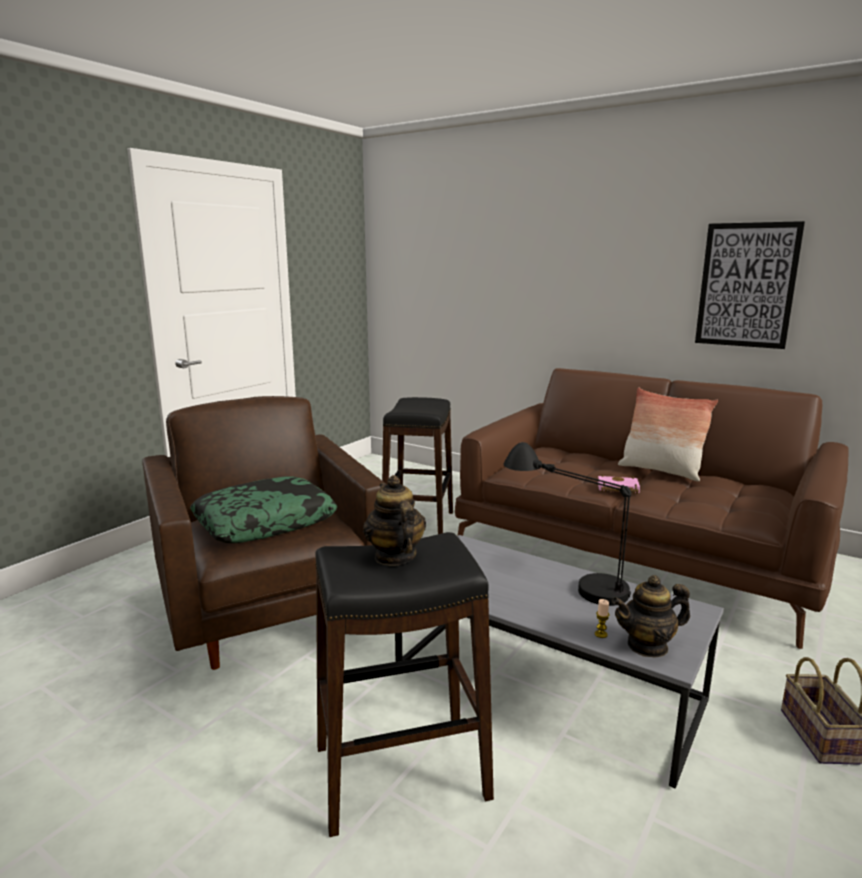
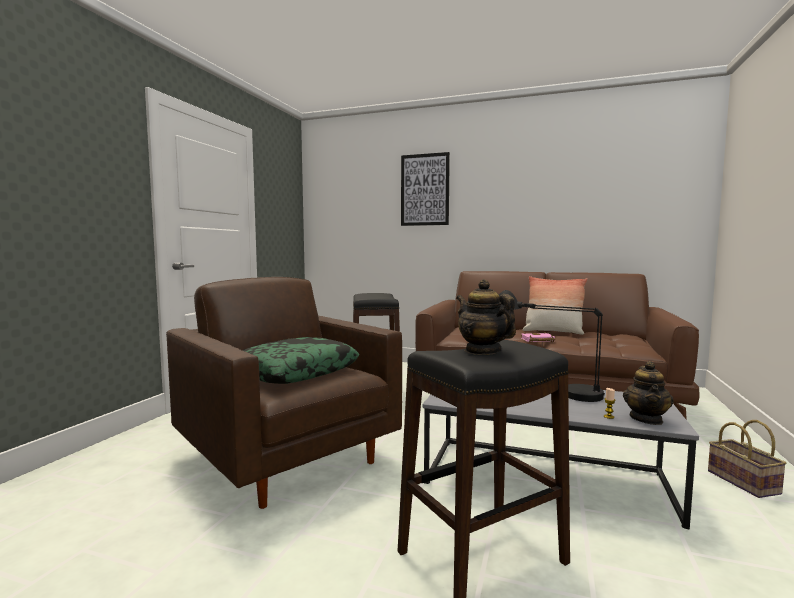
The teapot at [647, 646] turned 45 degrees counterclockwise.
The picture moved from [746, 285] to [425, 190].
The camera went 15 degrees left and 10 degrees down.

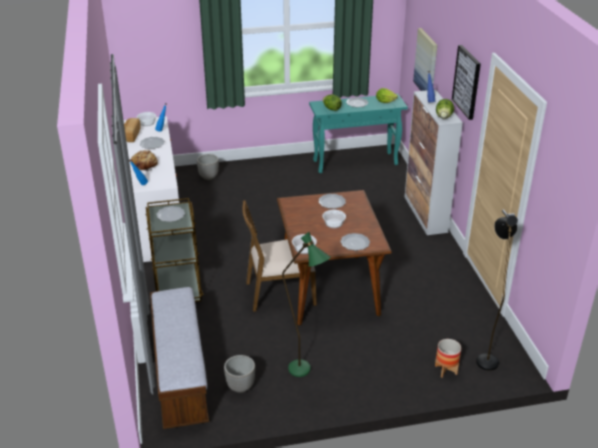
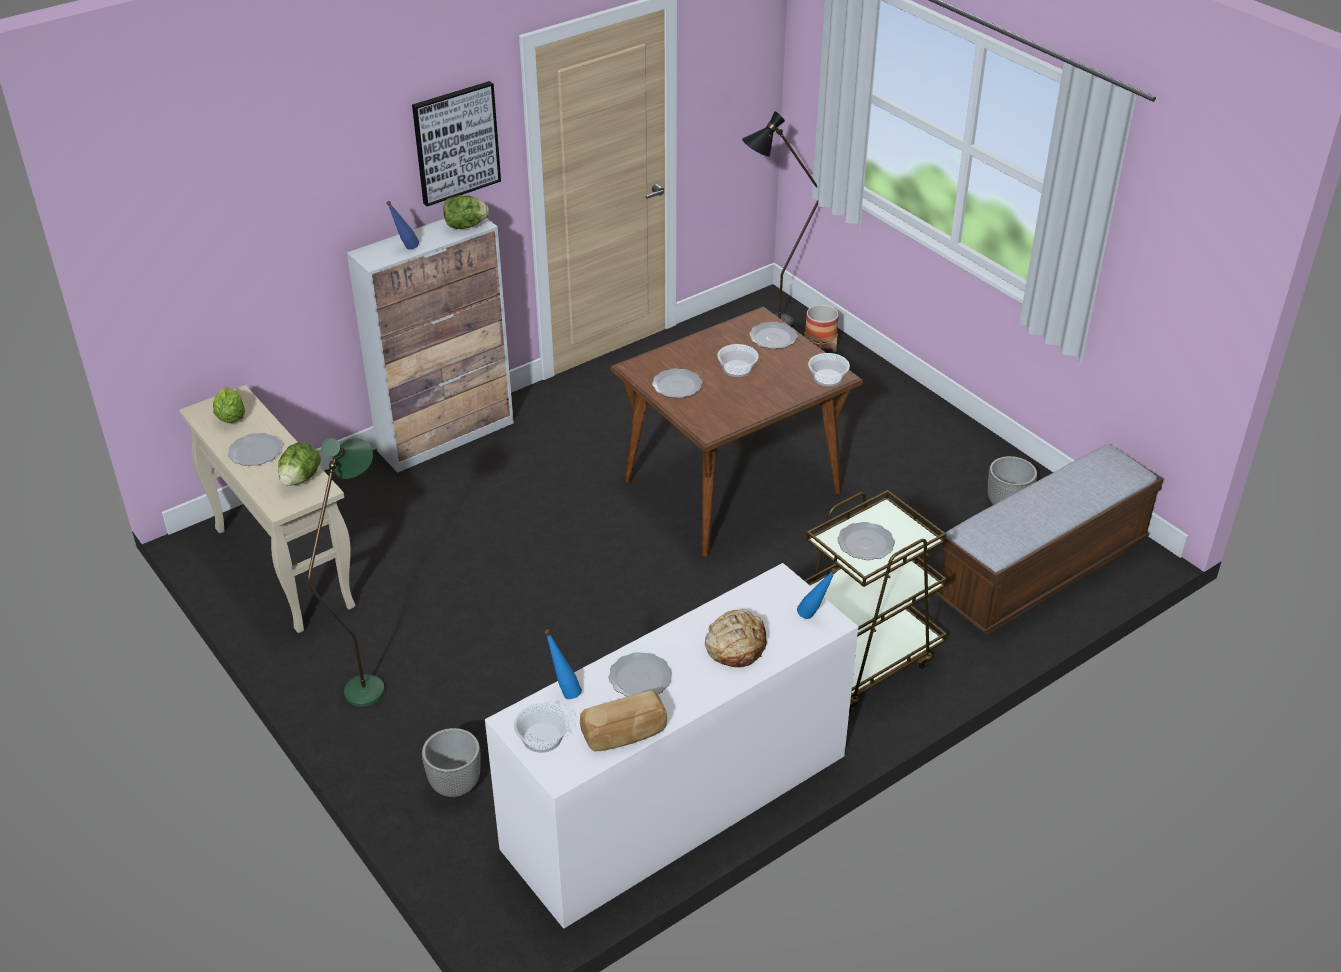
The chair in brown at [279, 292] disappeared.
The floor lamp in green moved from [305, 373] to [372, 681].
The console table in turquoise at [356, 162] became the console table in beige at [282, 567].
The picture at [426, 63] disappeared.
The camera went 115 degrees left and 5 degrees up.

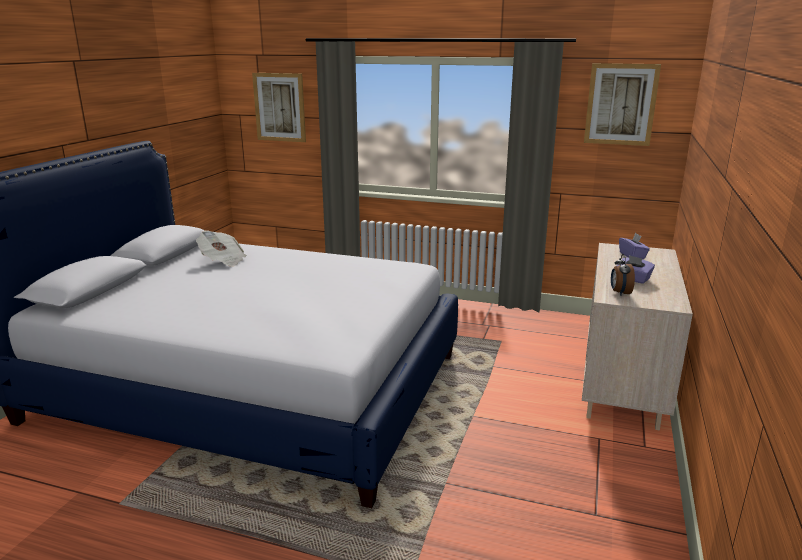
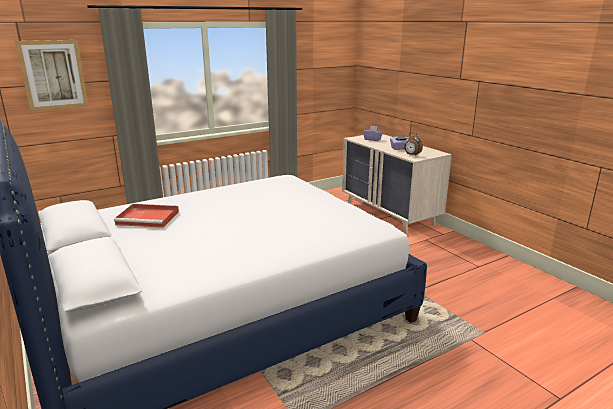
The newspaper at [223, 260] was replaced by the tray in red at [149, 218].
The picture at [621, 104] disappeared.
The camera went 50 degrees left and 0 degrees up.

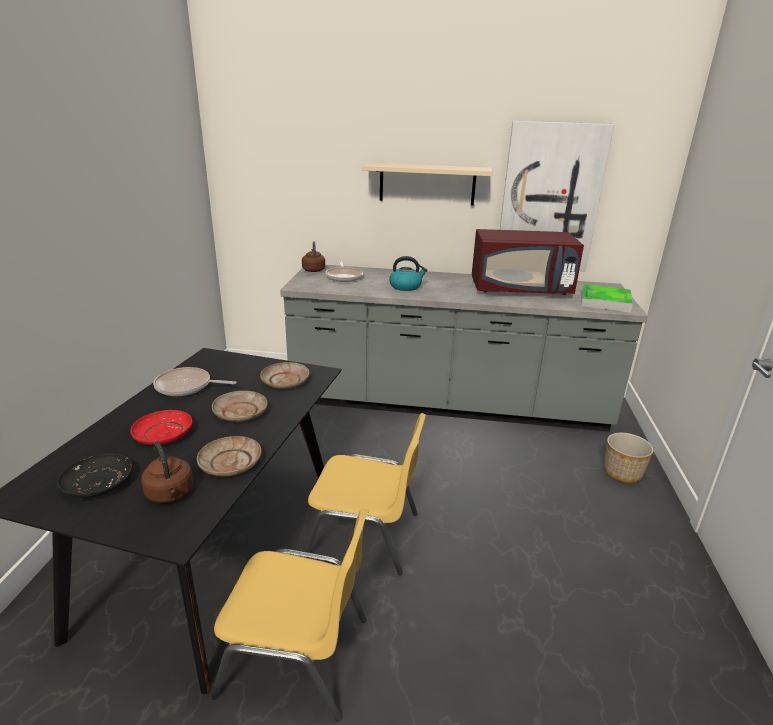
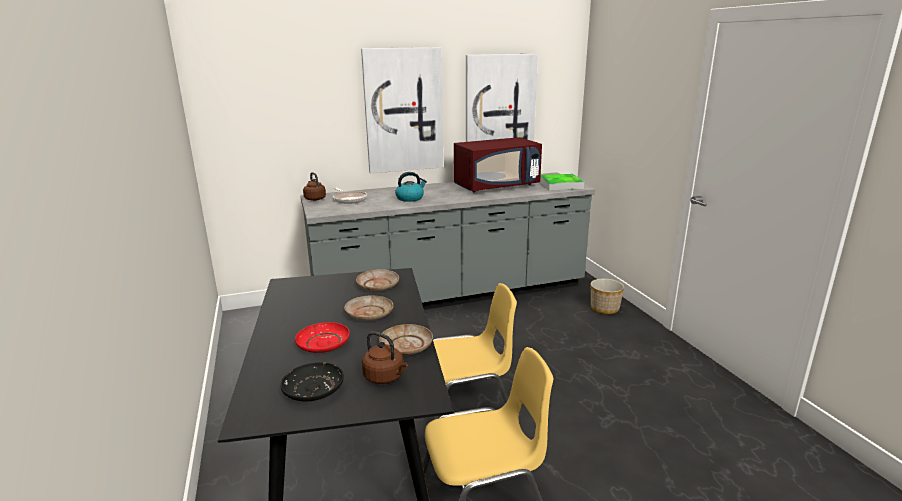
The frying pan at [186, 386] disappeared.
The shelf in beige at [427, 184] was replaced by the picture at [403, 110].
The camera went 25 degrees left and 5 degrees down.

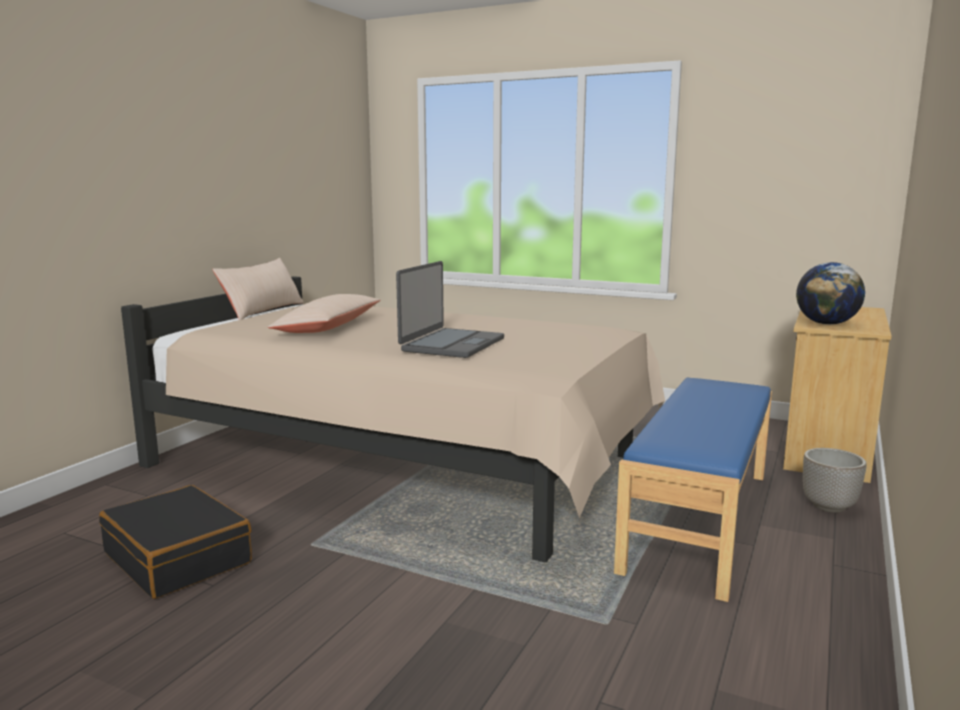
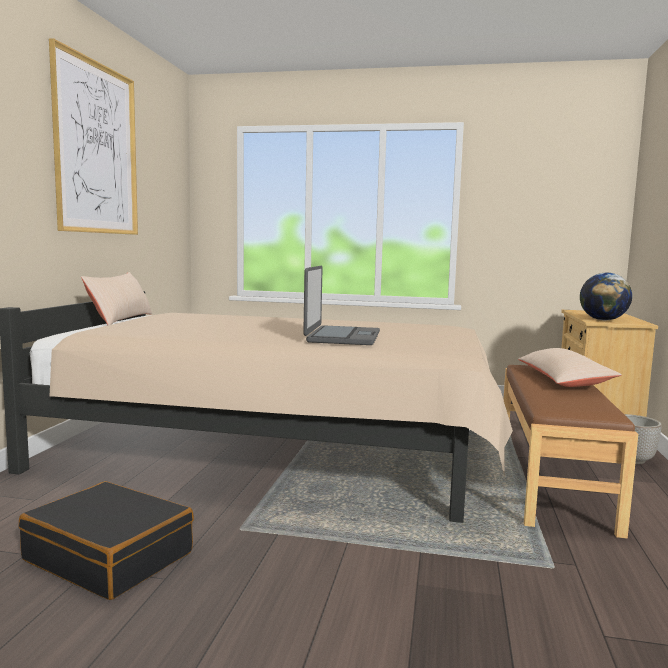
The pillow in beige moved from [328, 327] to [563, 380].
The bench in blue at [697, 519] became the bench in brown at [549, 477].
The picture at [96, 149] appeared.
The camera went 15 degrees left and 5 degrees down.

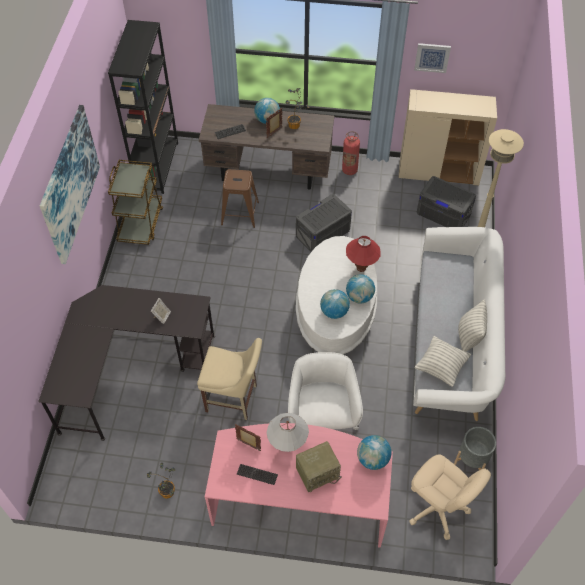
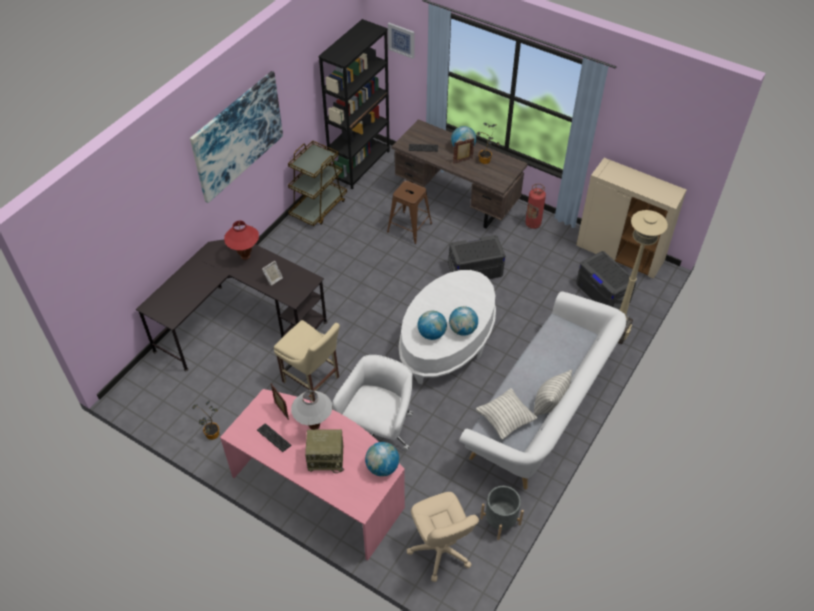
The table lamp in red moved from [361, 268] to [245, 256].
The picture moved from [432, 57] to [401, 40].
The camera went 25 degrees right and 5 degrees down.

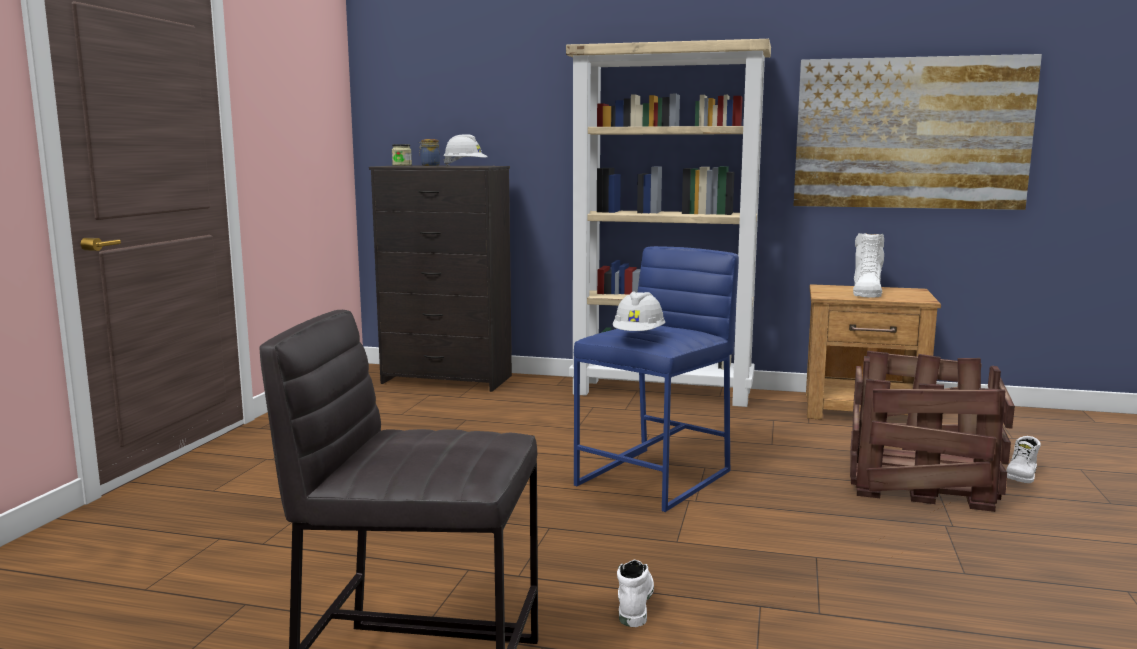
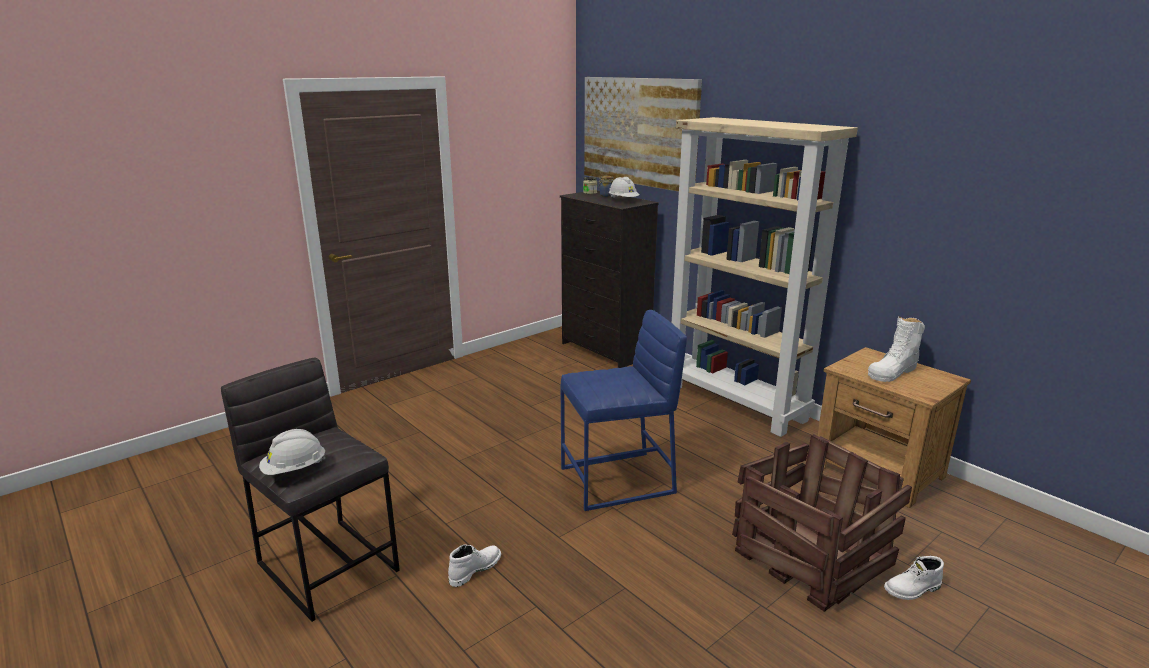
The hard hat in white moved from [638, 336] to [294, 470].
The picture moved from [910, 133] to [639, 132].
The camera went 35 degrees right and 10 degrees up.

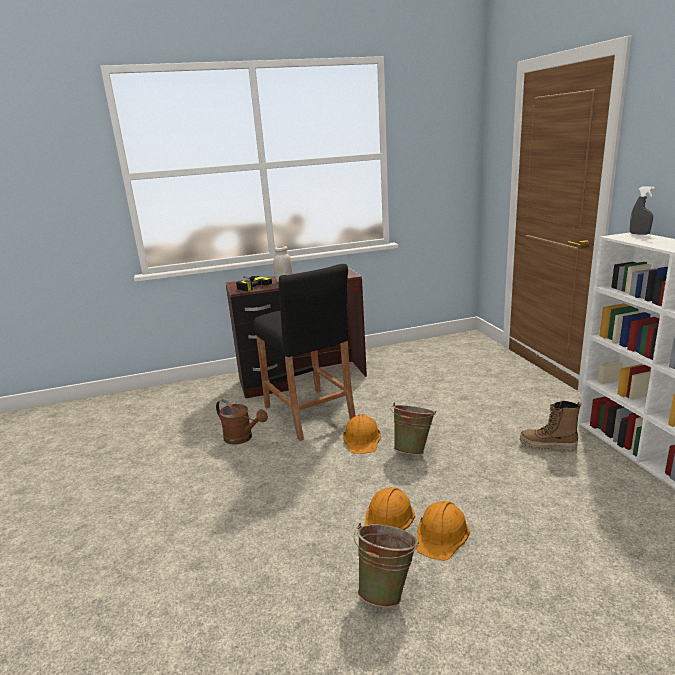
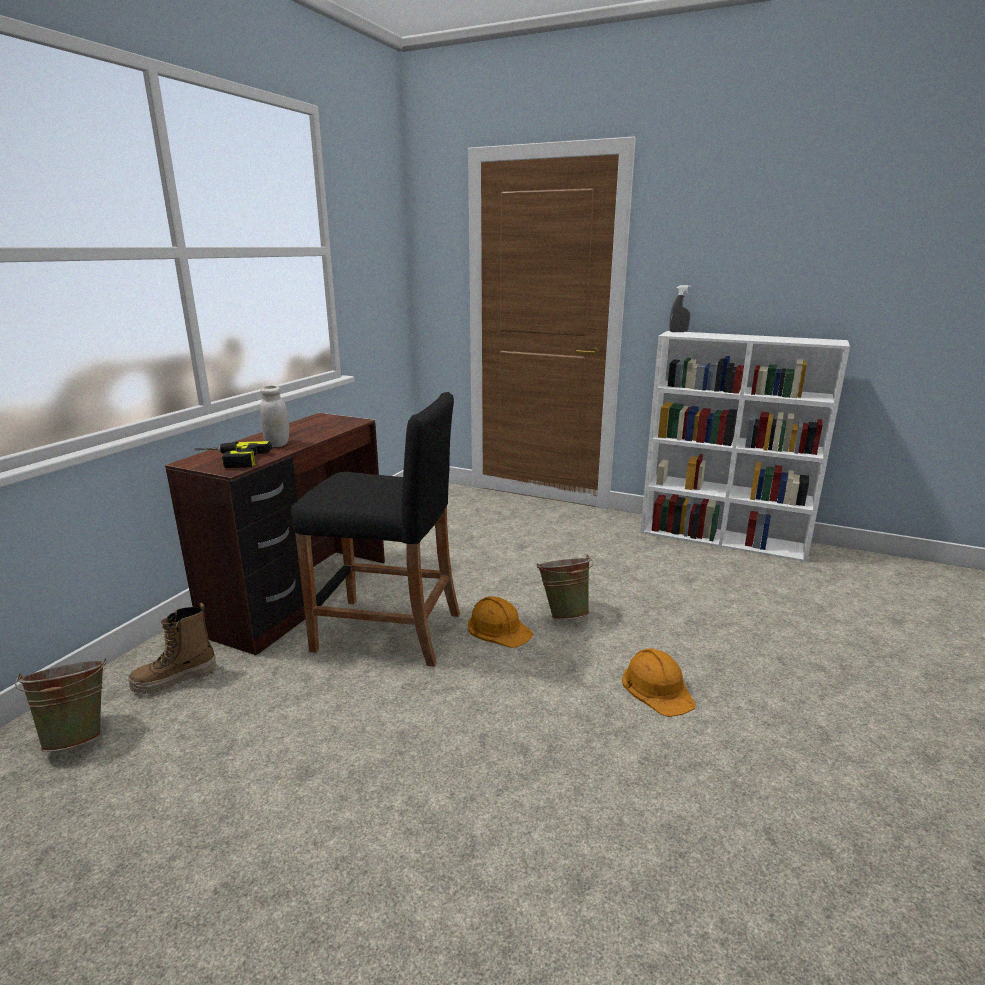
The watering can in brown at [242, 438] disappeared.
The bucket in green moved from [387, 590] to [79, 735].
The hard hat in orange at [441, 534] disappeared.
The boot moved from [547, 446] to [175, 680].
The camera went 50 degrees left and 0 degrees up.

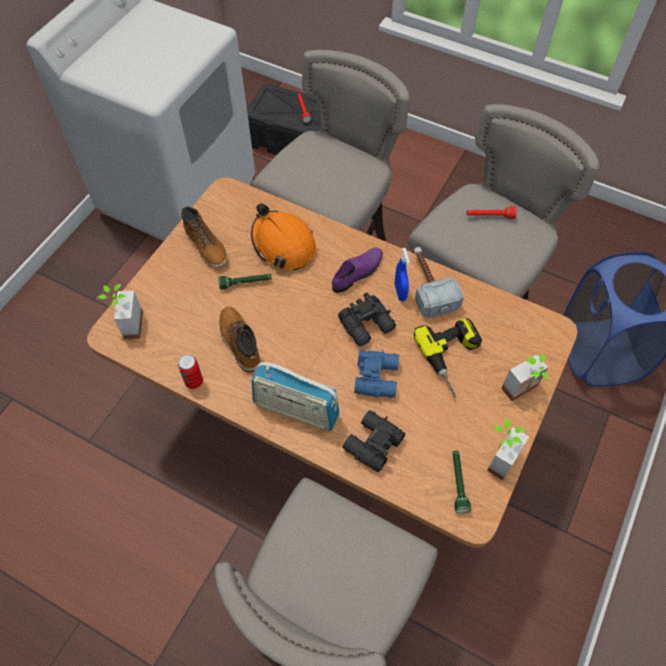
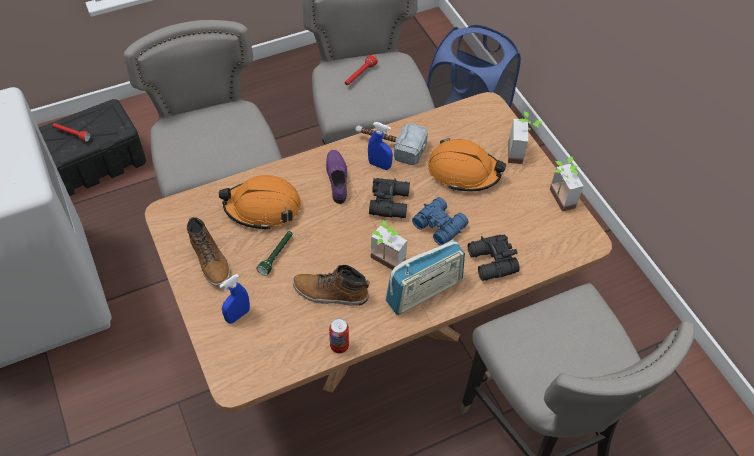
The potted plant moved from [126, 325] to [384, 264].
The boot at [207, 246] turned 60 degrees clockwise.
The power drill at [454, 359] was replaced by the hard hat in orange at [463, 171].
The flashlight in green at [458, 483] disappeared.
The spray bottle in blue at [238, 315] appeared.
The camera went 55 degrees left and 5 degrees down.

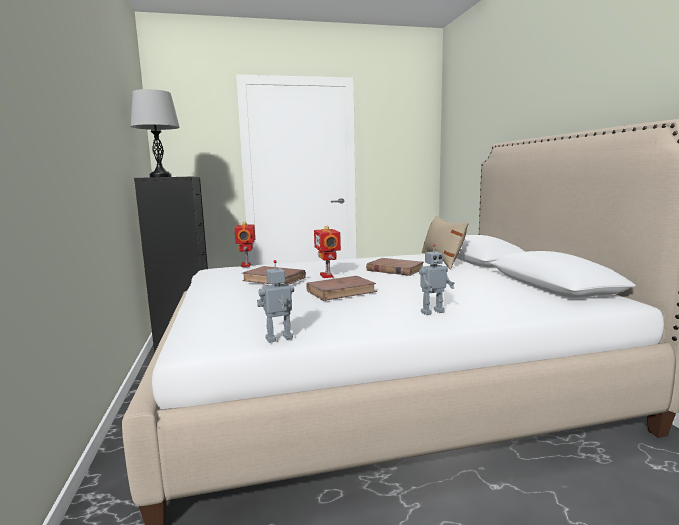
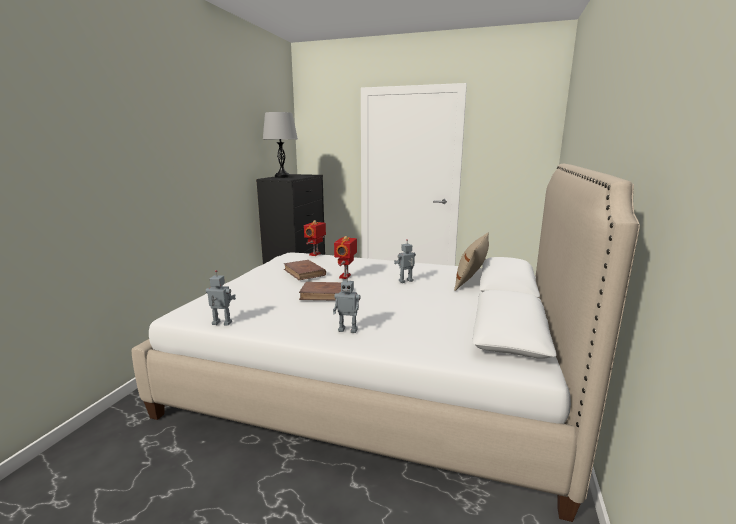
The book in brown at [394, 270] was replaced by the toy robot at [406, 281].
The camera went 30 degrees right and 5 degrees up.

